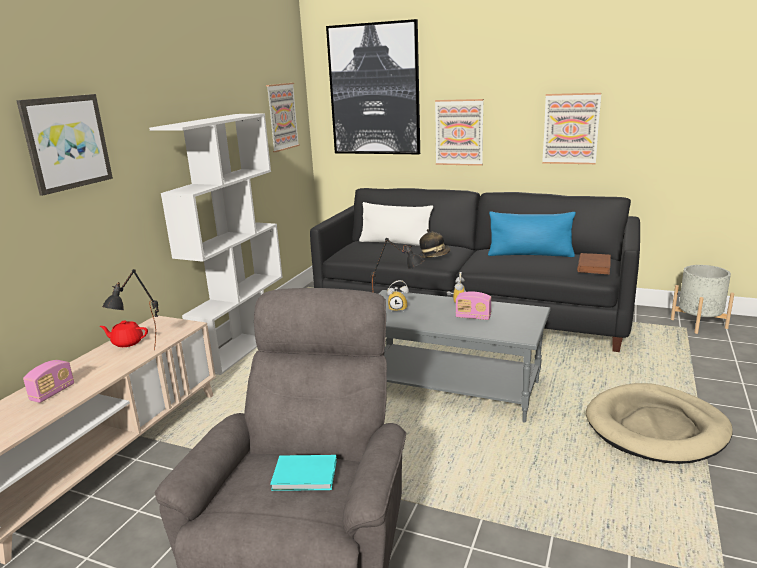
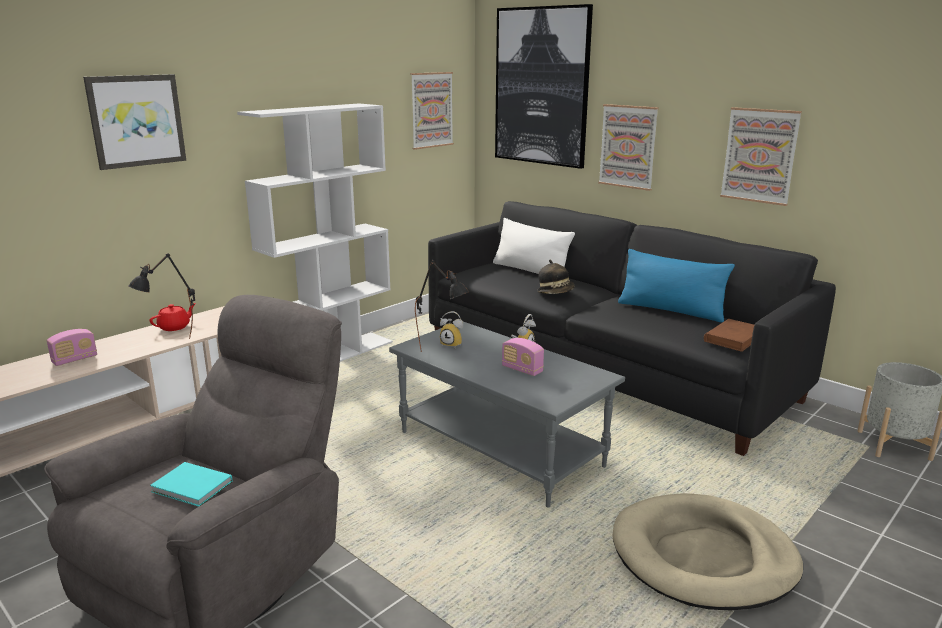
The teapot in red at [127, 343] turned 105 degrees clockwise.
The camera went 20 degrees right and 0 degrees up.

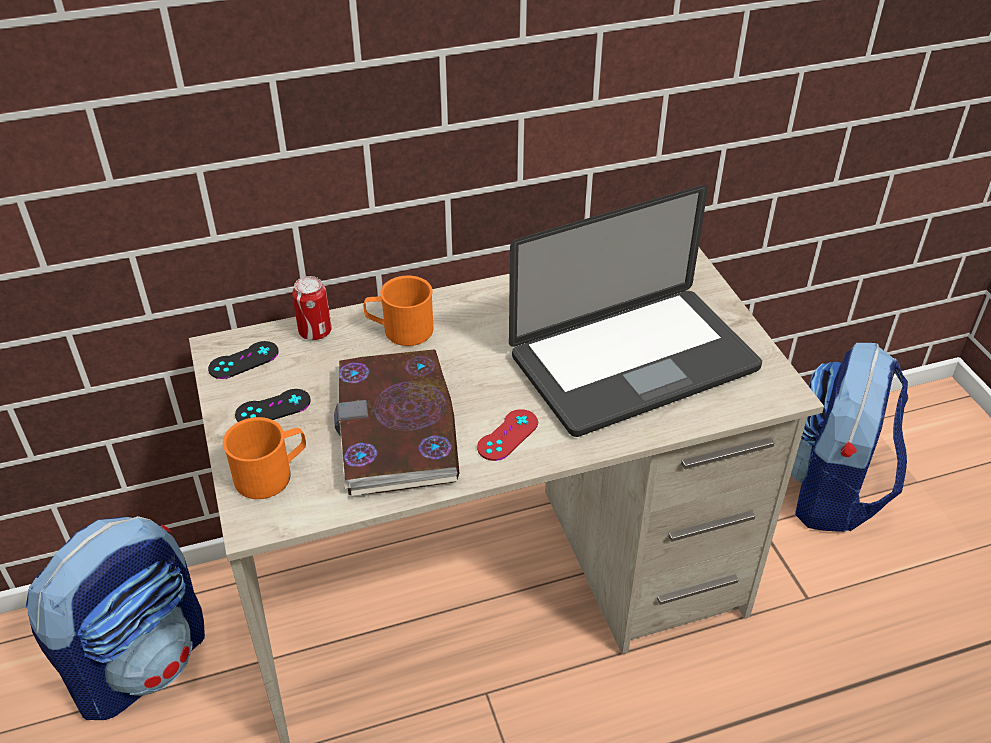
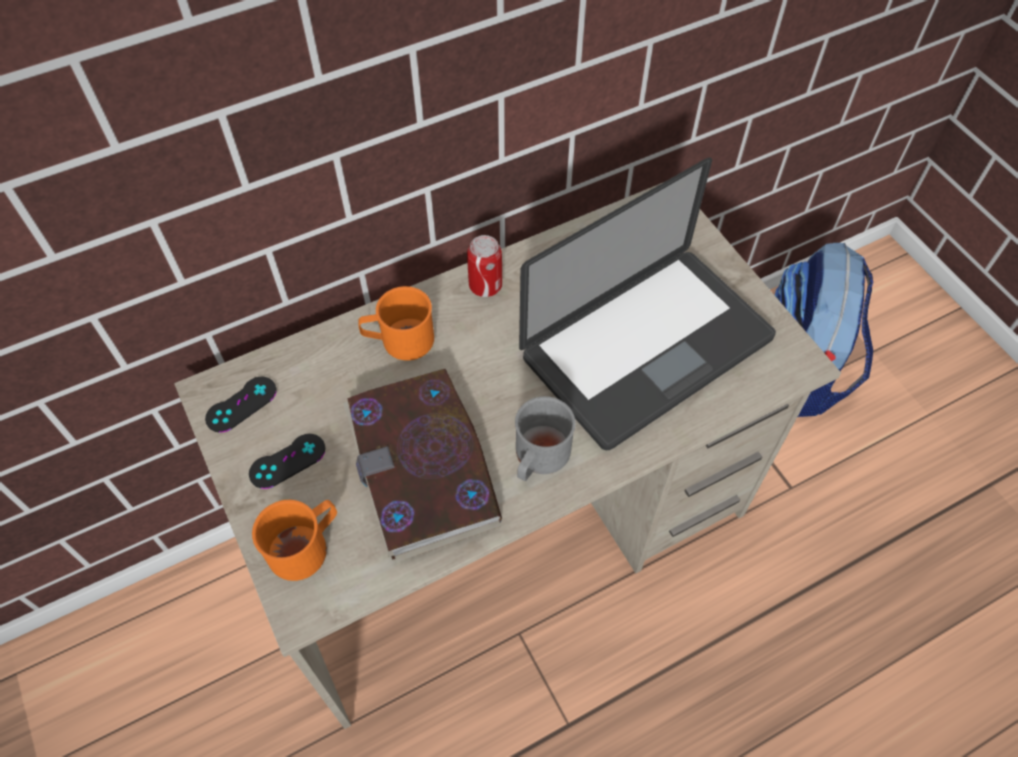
The backpack at [141, 661] disappeared.
The can moved from [315, 332] to [485, 285].
The game controller in red at [507, 435] was replaced by the mug in grey at [538, 458].
The camera went 10 degrees left and 15 degrees up.

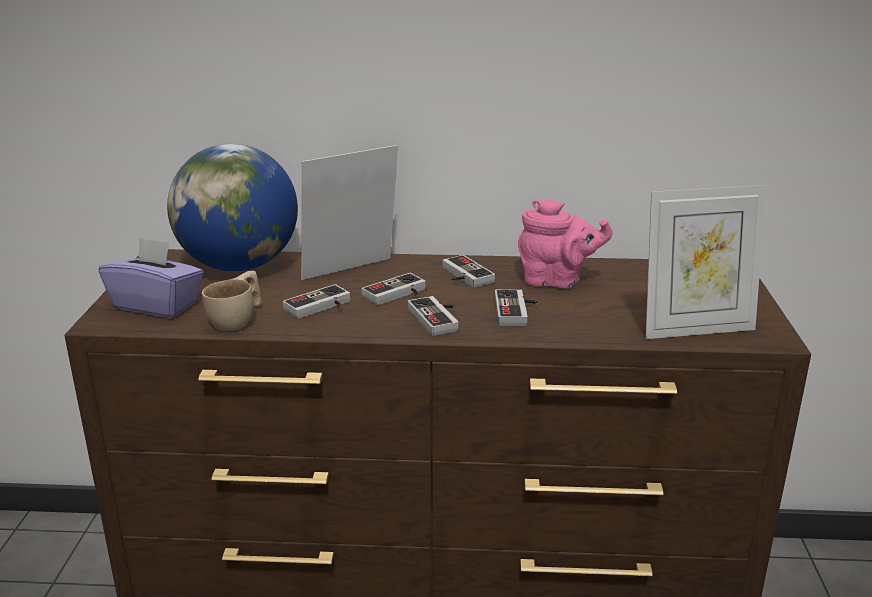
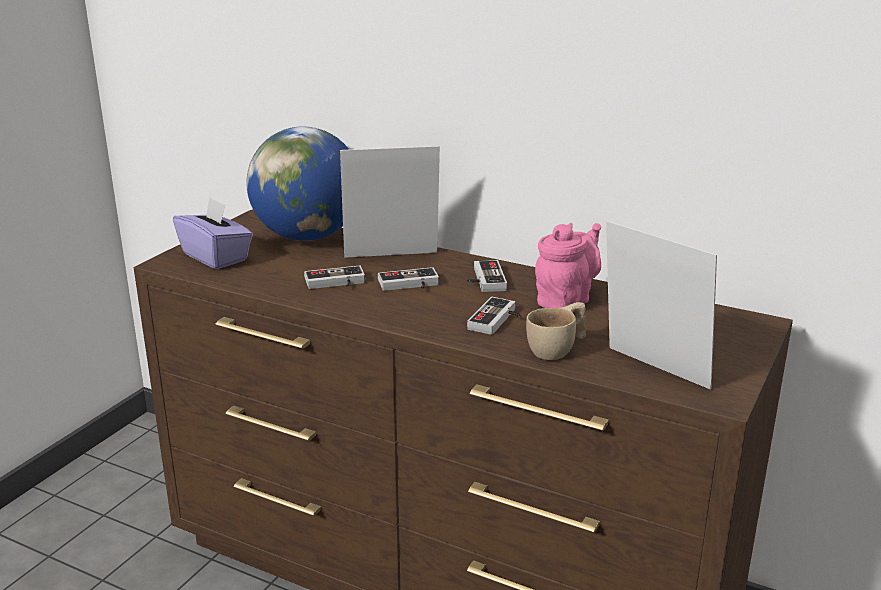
The cup in beige moved from [238, 320] to [558, 349].
The game controller at [438, 318] disappeared.
The teapot in pink at [557, 281] turned 90 degrees counterclockwise.
The picture frame at [695, 328] turned 150 degrees counterclockwise.
The camera went 25 degrees right and 0 degrees up.

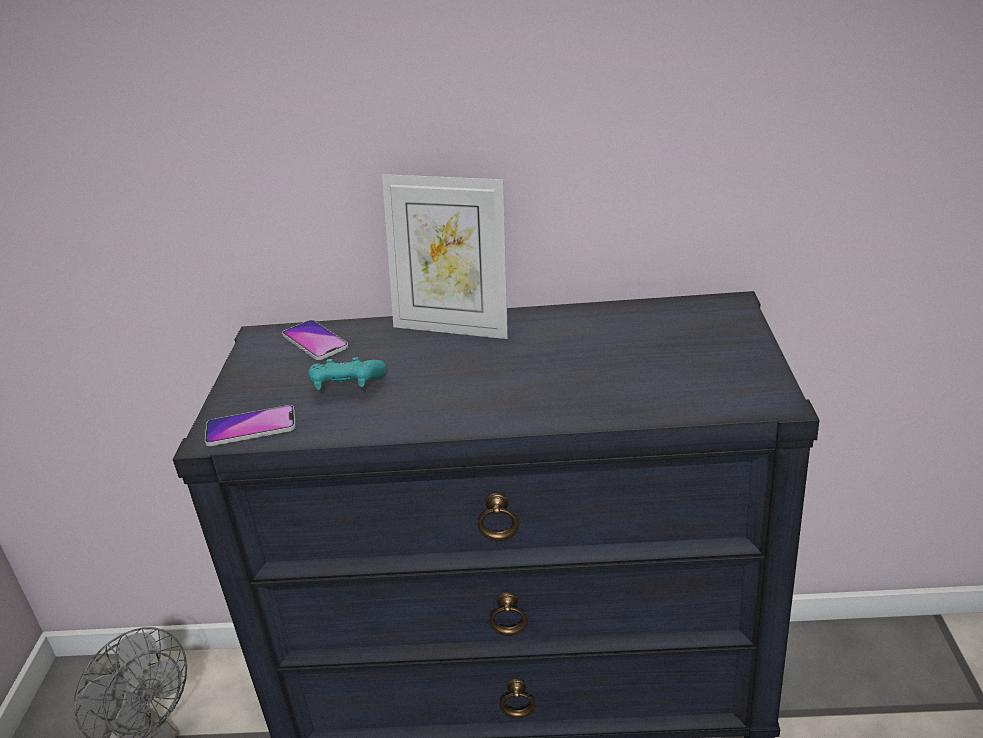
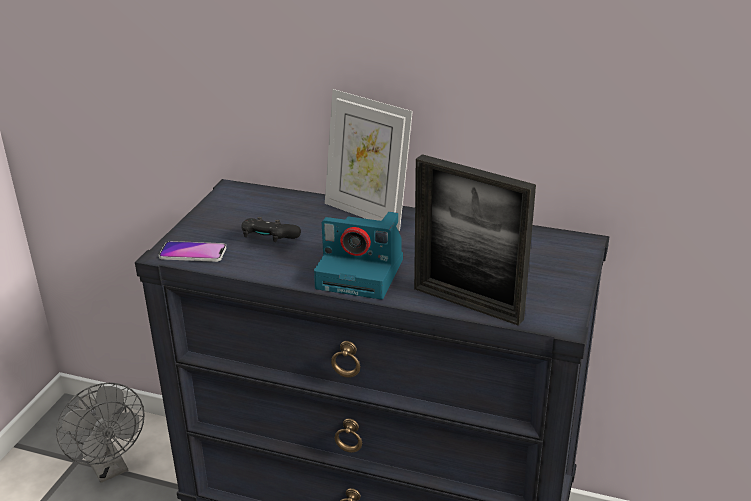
The phone at [315, 341] disappeared.
The game controller in turquoise at [347, 387] became the game controller in black at [269, 240].
The photo camera at [362, 273] appeared.
The picture frame at [467, 304] appeared.
The camera went 15 degrees right and 0 degrees up.

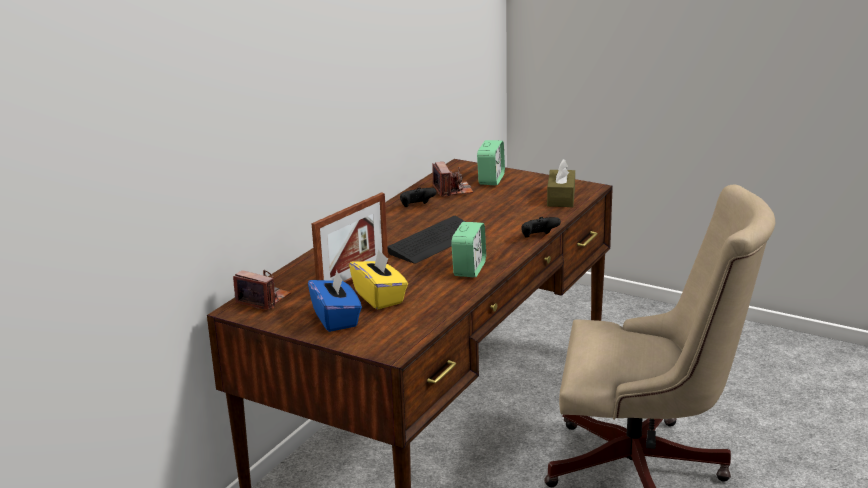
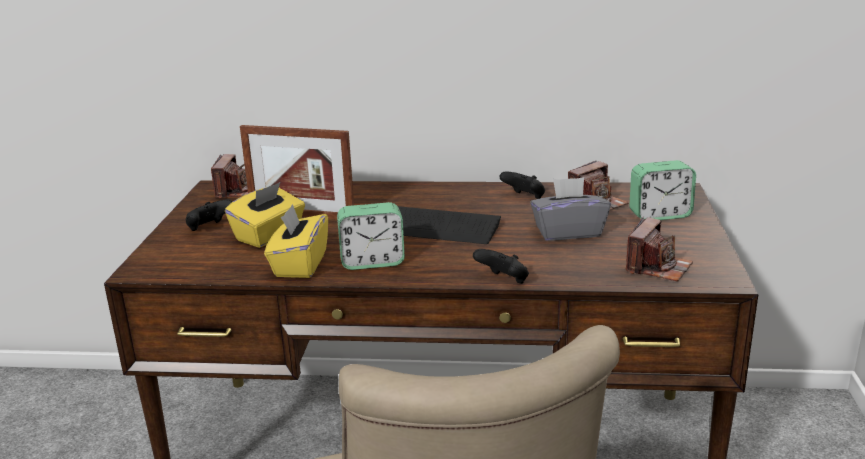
The tissue box in blue at [336, 319] was replaced by the game controller in black at [209, 228].
The tissue box in brown at [561, 198] was replaced by the photo camera at [657, 267].
The tissue box in yellow at [299, 264] appeared.
The tissue box in grey at [568, 232] appeared.
The camera went 65 degrees right and 0 degrees up.

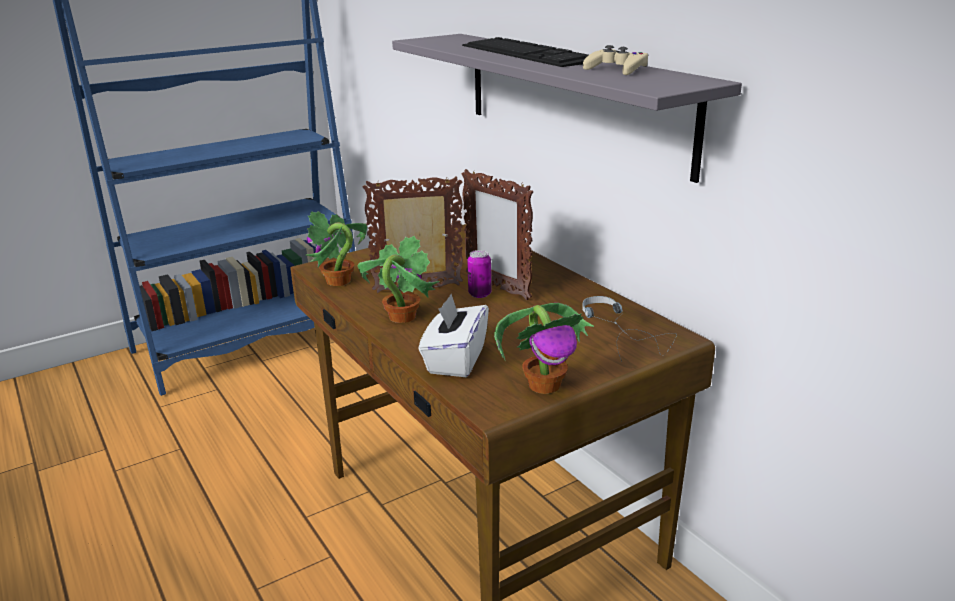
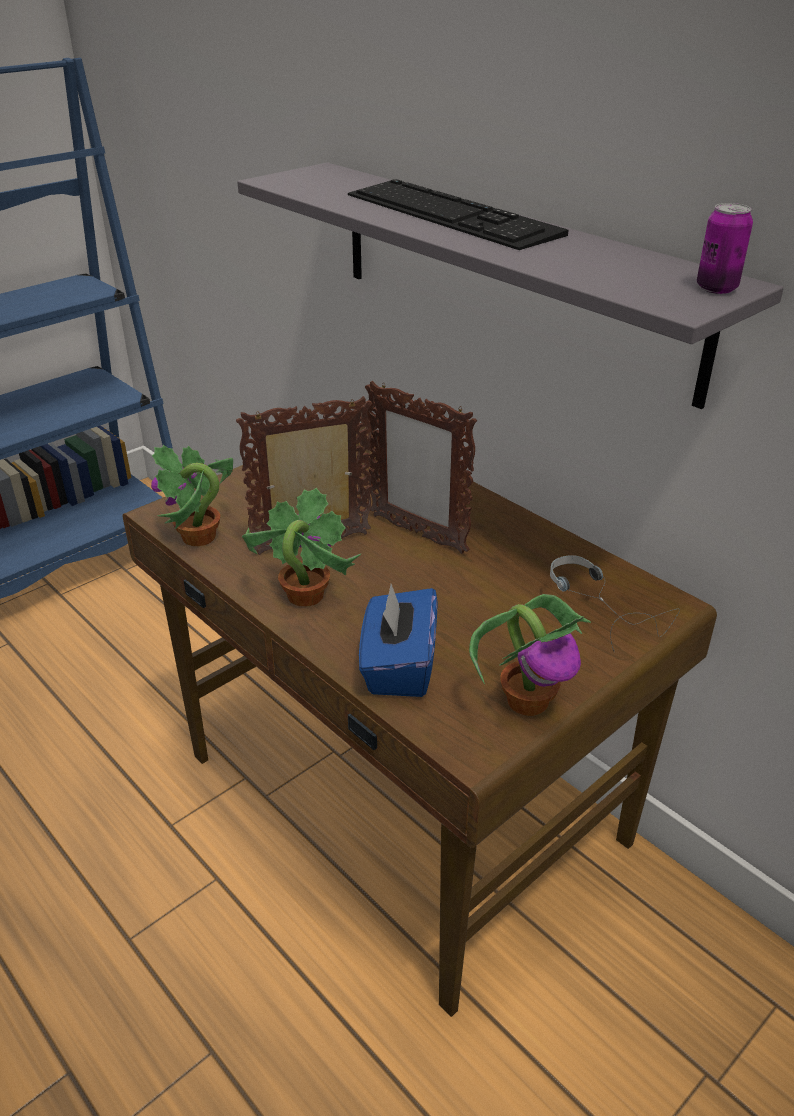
The tissue box in white at [455, 360] became the tissue box in blue at [398, 666].
The can moved from [479, 294] to [716, 288].
The game controller in beige at [616, 69] disappeared.
The camera went 10 degrees left and 10 degrees up.

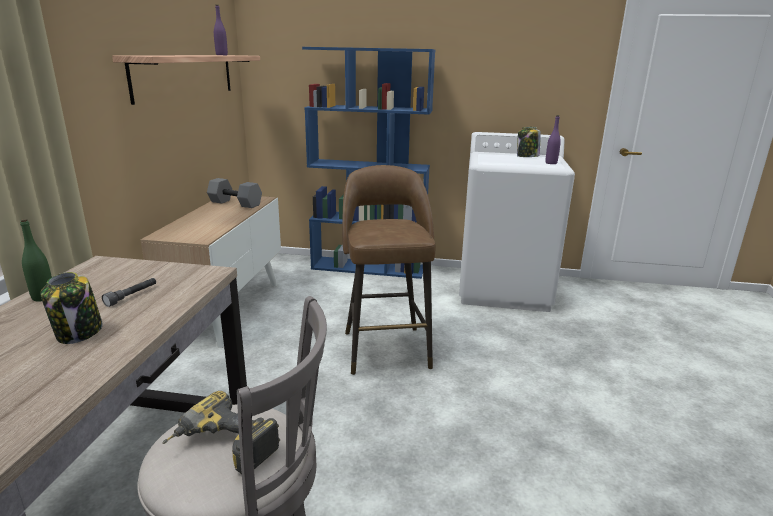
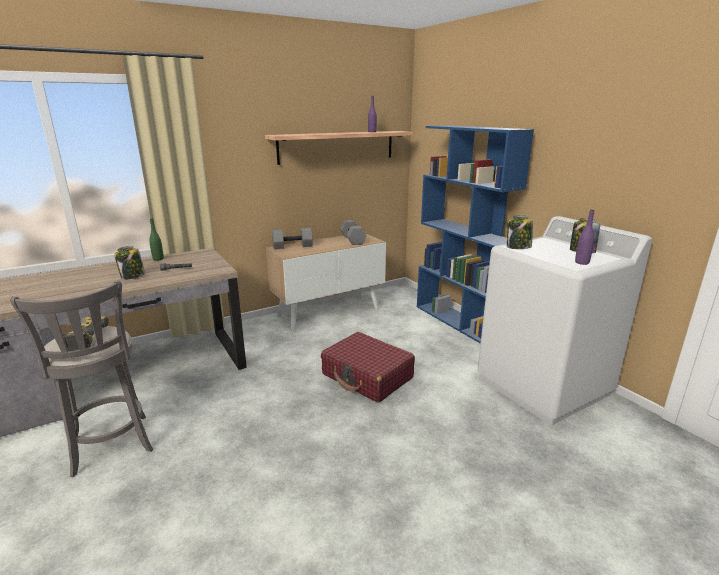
The stool in brown at [386, 348] was replaced by the suitcase in red at [367, 376].
The dumbbell in grey at [292, 246] appeared.
The jar at [518, 247] appeared.
The camera went 50 degrees right and 0 degrees up.

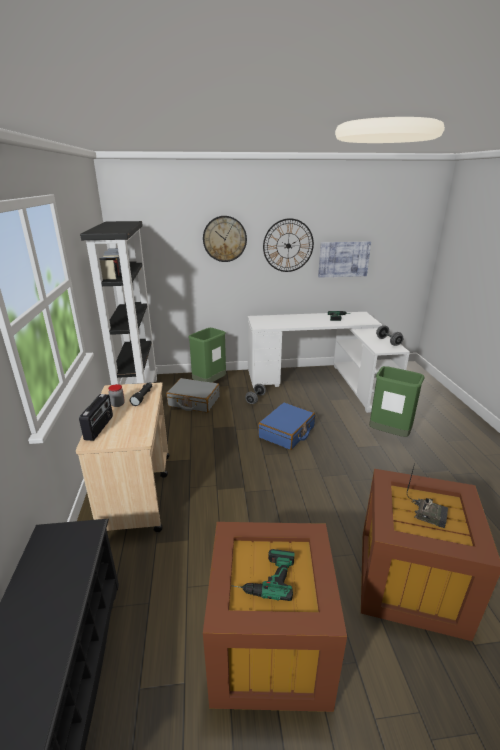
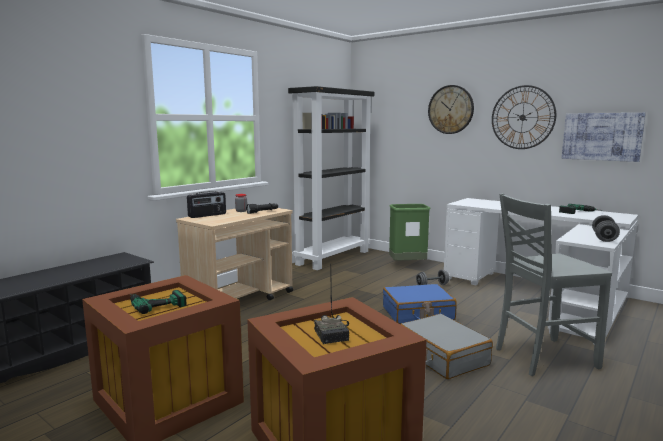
The suitcase in grey moved from [194, 401] to [442, 356].
The trash can in green at [388, 434] was replaced by the chair in grey at [542, 357].
The camera went 45 degrees right and 15 degrees down.

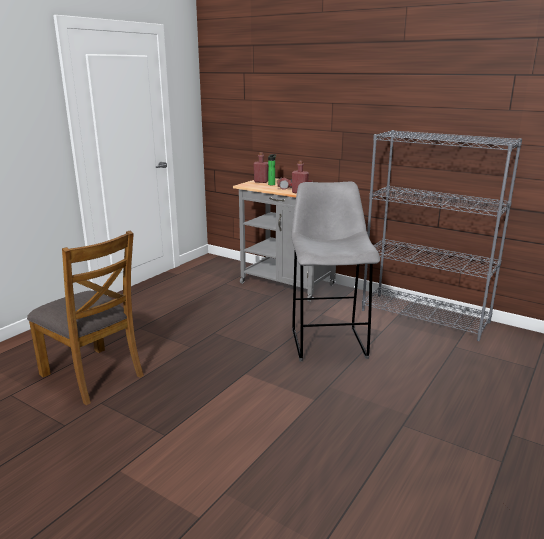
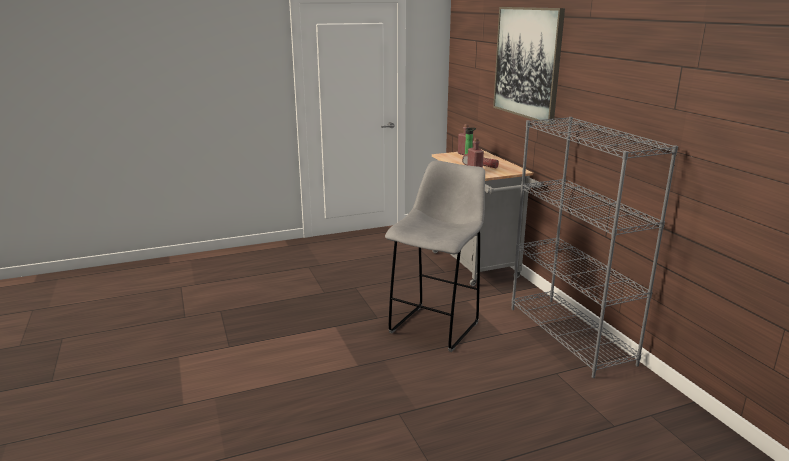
The chair in brown at [93, 375] disappeared.
The picture at [527, 63] appeared.
The camera went 35 degrees right and 0 degrees up.

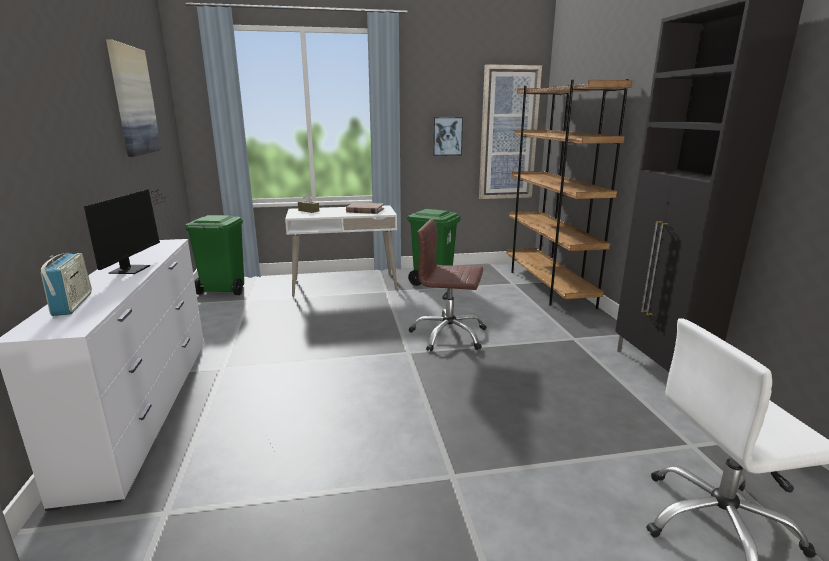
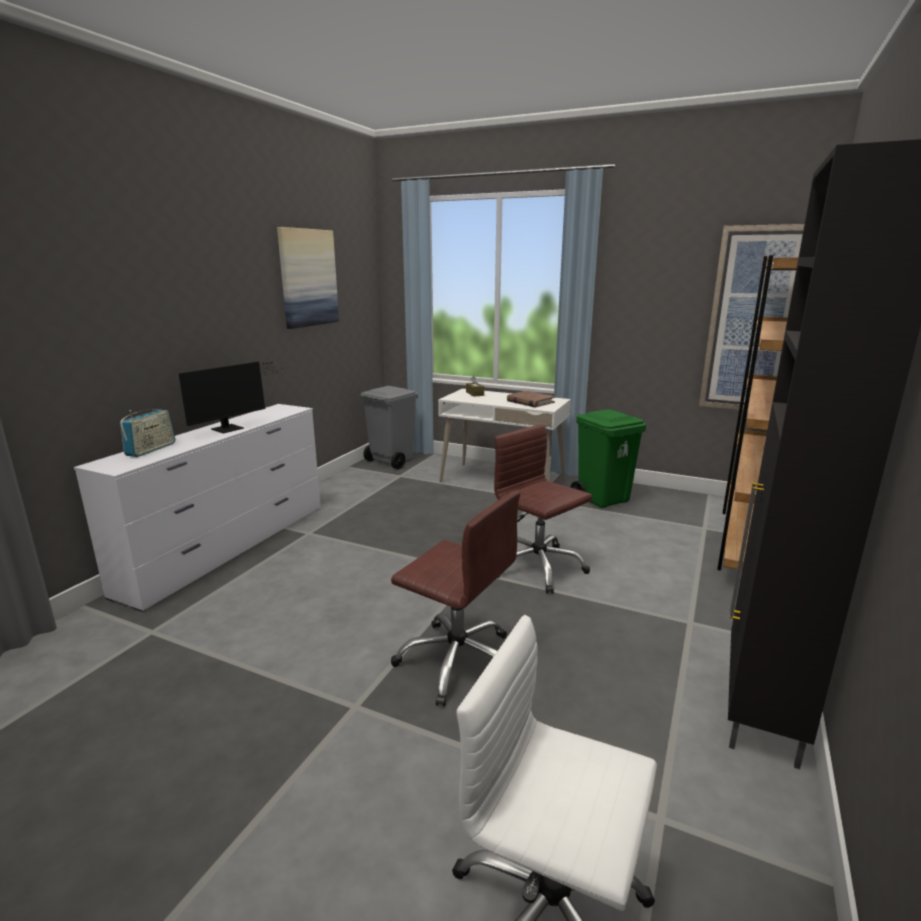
The trash can in green at [223, 290] became the trash can in grey at [391, 461].
The picture at [447, 136] disappeared.
The office chair in brown at [458, 661] appeared.
The camera went 35 degrees right and 0 degrees up.

